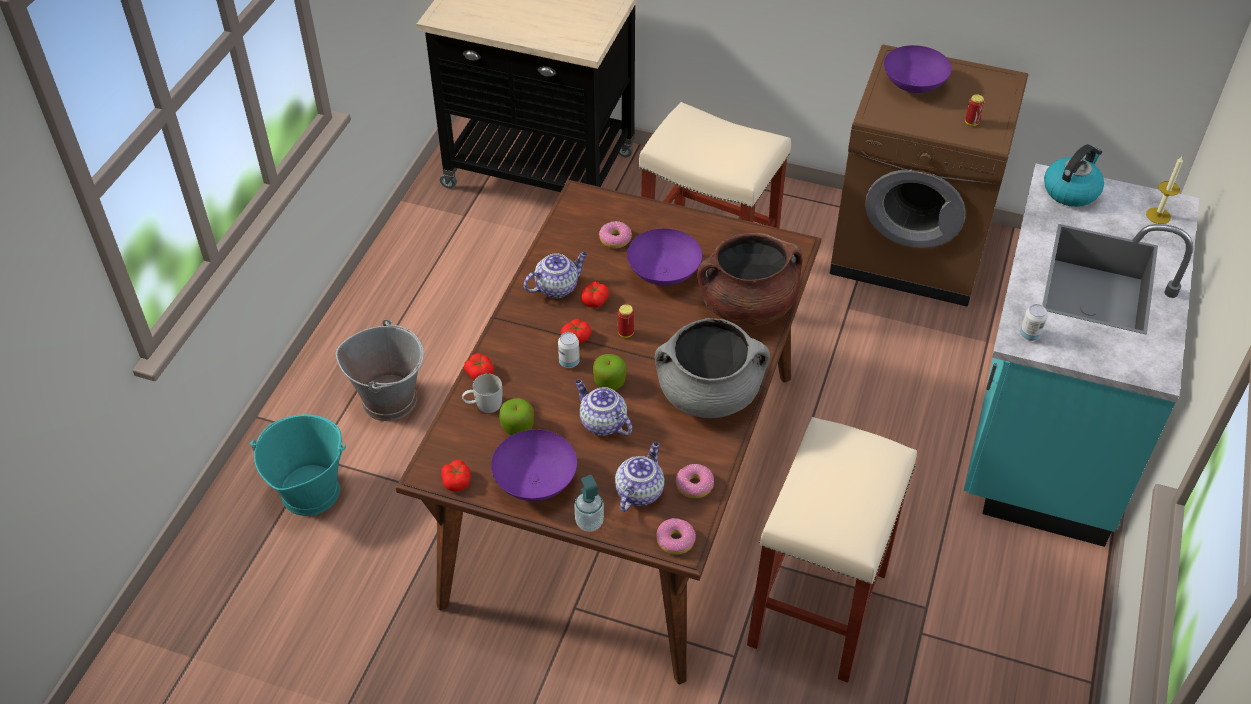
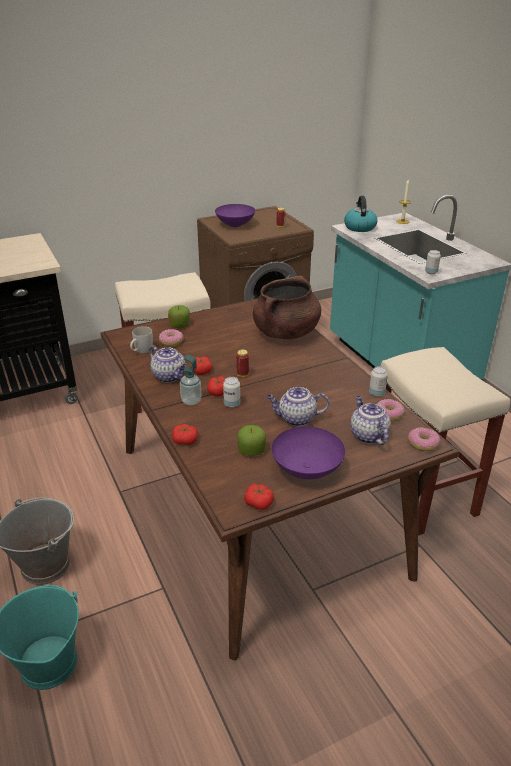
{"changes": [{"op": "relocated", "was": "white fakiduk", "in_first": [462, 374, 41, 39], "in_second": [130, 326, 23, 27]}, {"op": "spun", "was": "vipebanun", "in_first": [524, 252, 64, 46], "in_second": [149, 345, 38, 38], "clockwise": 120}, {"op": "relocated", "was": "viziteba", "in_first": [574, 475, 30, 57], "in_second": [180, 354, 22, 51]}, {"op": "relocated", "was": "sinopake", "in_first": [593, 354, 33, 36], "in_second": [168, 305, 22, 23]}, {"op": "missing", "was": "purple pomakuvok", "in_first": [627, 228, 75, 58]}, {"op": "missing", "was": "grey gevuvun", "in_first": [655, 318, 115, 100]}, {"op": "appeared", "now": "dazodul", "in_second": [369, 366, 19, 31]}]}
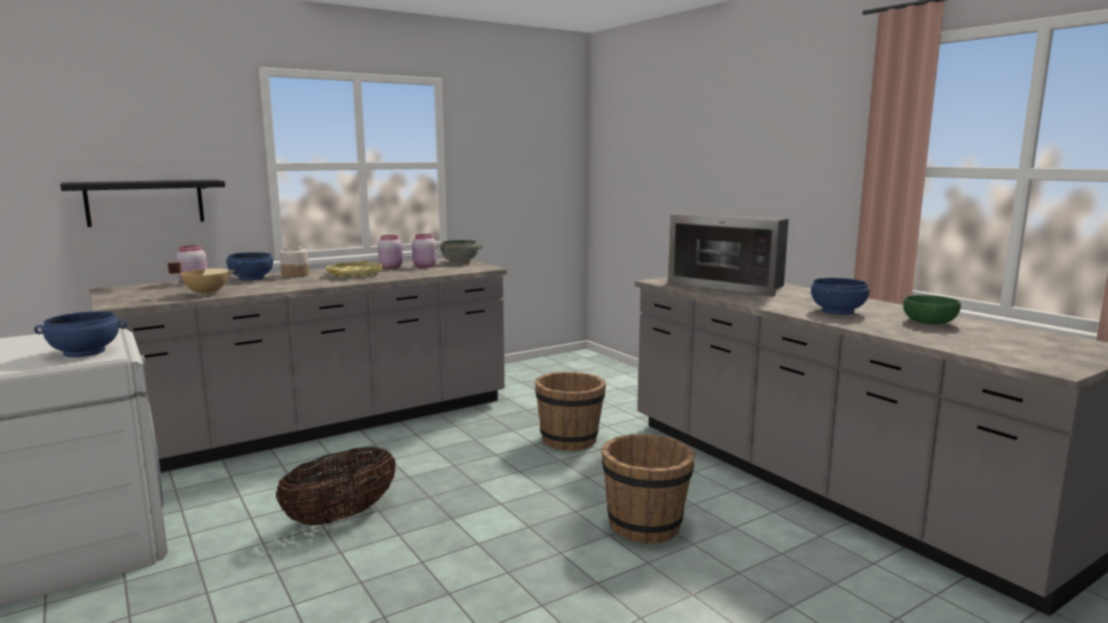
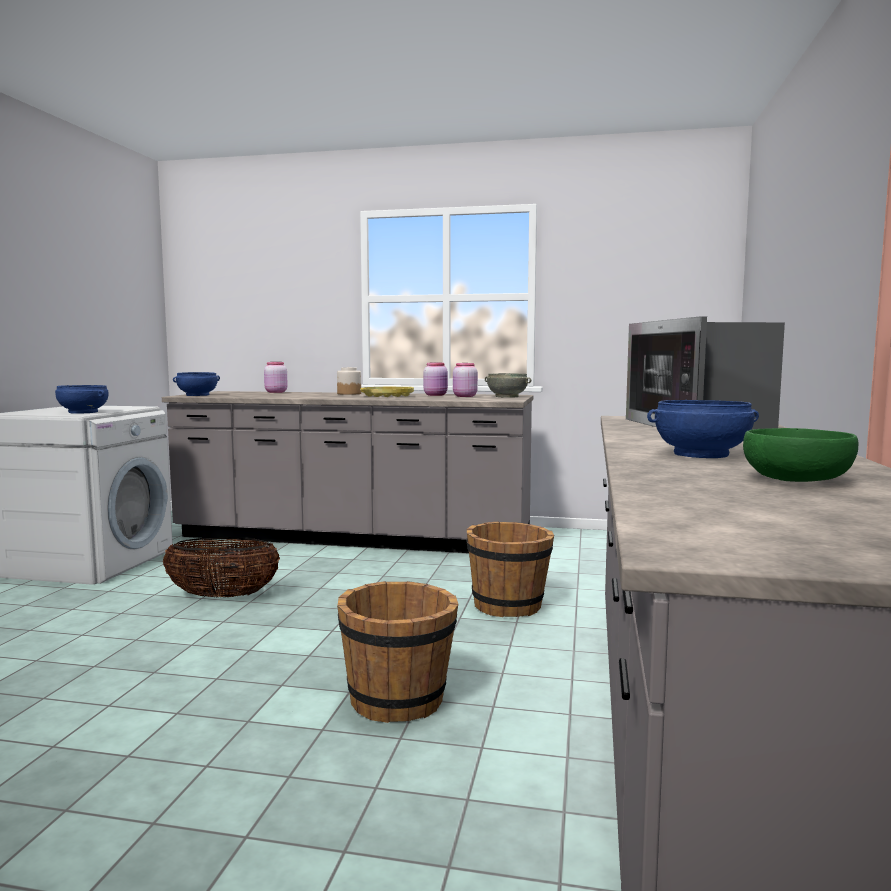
{"changes": [{"op": "missing", "was": "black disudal", "in_first": [60, 180, 165, 47]}, {"op": "missing", "was": "beige gevuvun", "in_first": [168, 262, 67, 34]}, {"op": "relocated", "was": "blue pomakuvok", "in_first": [226, 252, 47, 29], "in_second": [173, 372, 47, 24]}]}
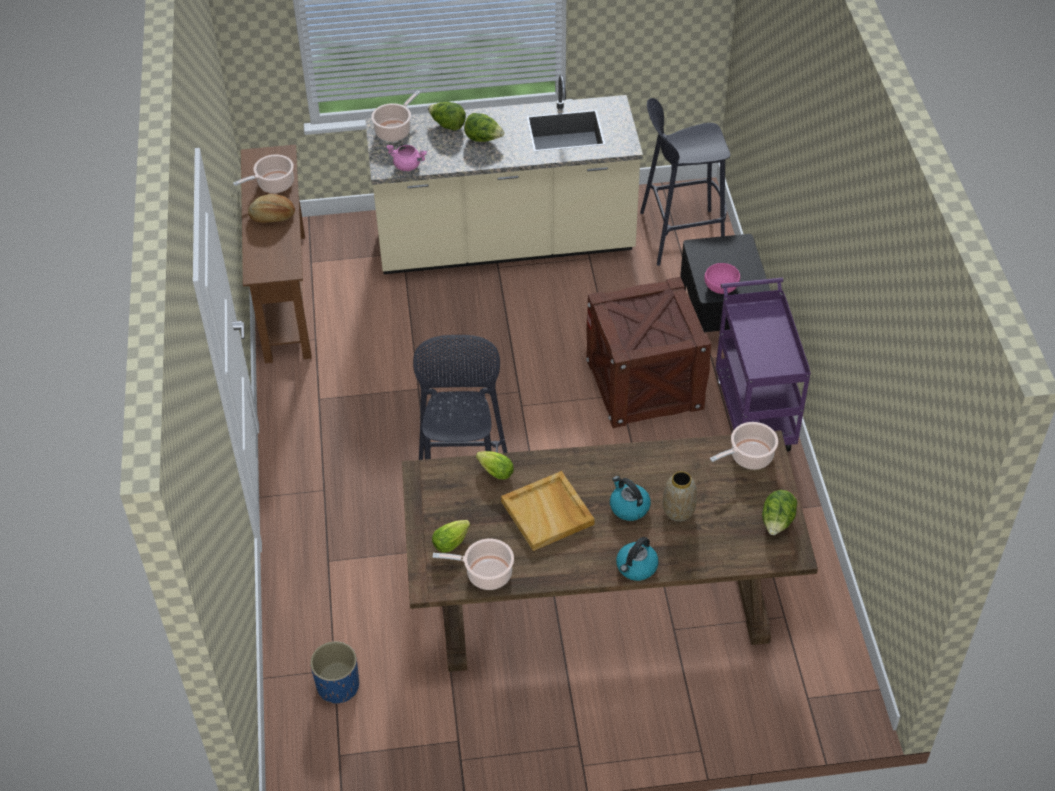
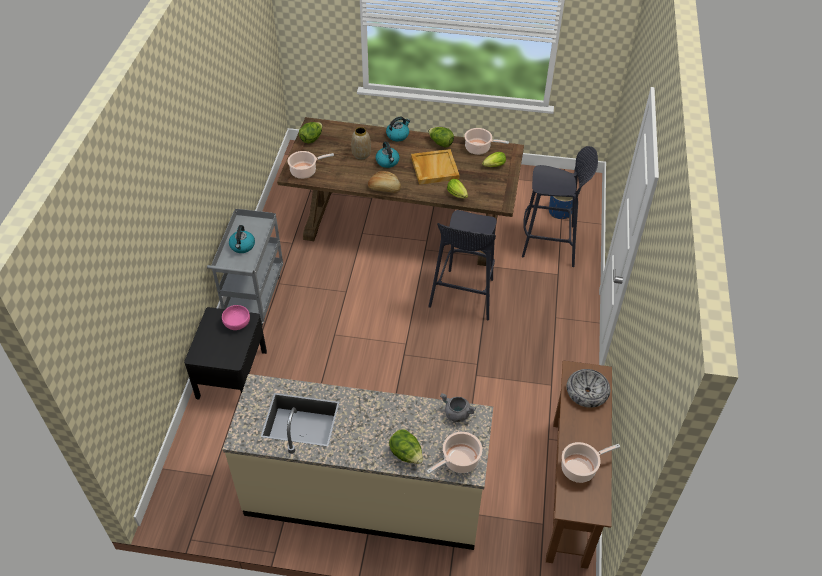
{"changes": [{"op": "relocated", "was": "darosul", "in_first": [248, 194, 47, 29], "in_second": [368, 171, 33, 22]}, {"op": "colour", "was": "pink gevuvun", "now": "grey gevuvun", "in_first": [386, 145, 41, 26], "in_second": [440, 393, 36, 29]}, {"op": "relocated", "was": "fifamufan", "in_first": [464, 113, 40, 29], "in_second": [428, 127, 26, 21]}, {"op": "missing", "was": "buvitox", "in_first": [586, 277, 125, 151]}, {"op": "relocated", "was": "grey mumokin", "in_first": [640, 98, 90, 168], "in_second": [522, 146, 76, 121]}, {"op": "colour", "was": "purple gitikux", "now": "grey gitikux", "in_first": [716, 277, 95, 175], "in_second": [207, 209, 76, 117]}, {"op": "appeared", "now": "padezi", "in_second": [229, 225, 26, 28]}, {"op": "appeared", "now": "pomakuvok", "in_second": [567, 369, 43, 39]}]}
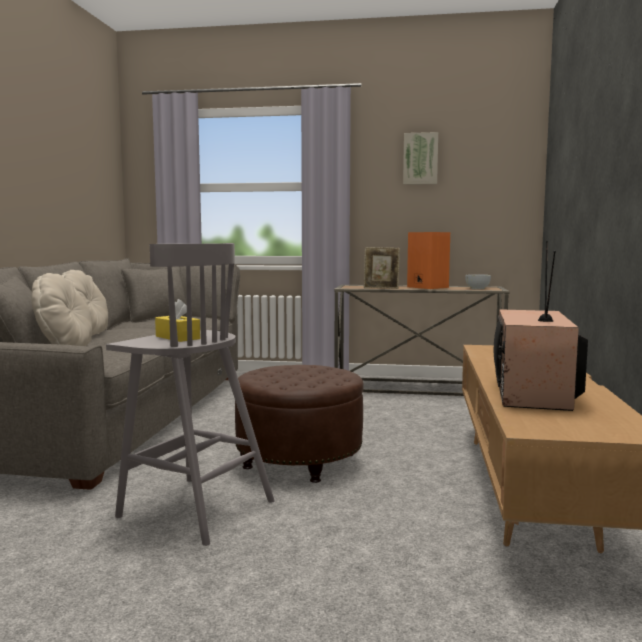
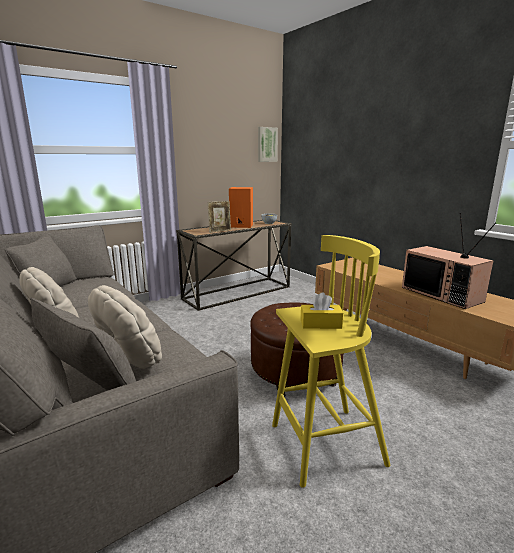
{"changes": [{"op": "colour", "was": "grey mumokin", "now": "yellow mumokin", "in_first": [106, 243, 169, 303], "in_second": [272, 235, 119, 253]}, {"op": "relocated", "was": "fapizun", "in_first": [403, 132, 35, 53], "in_second": [258, 127, 20, 35]}]}
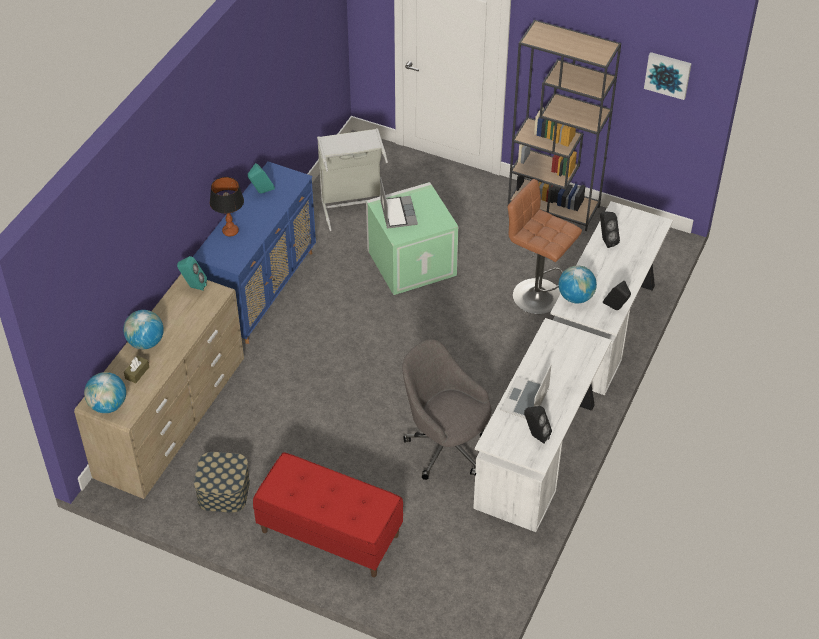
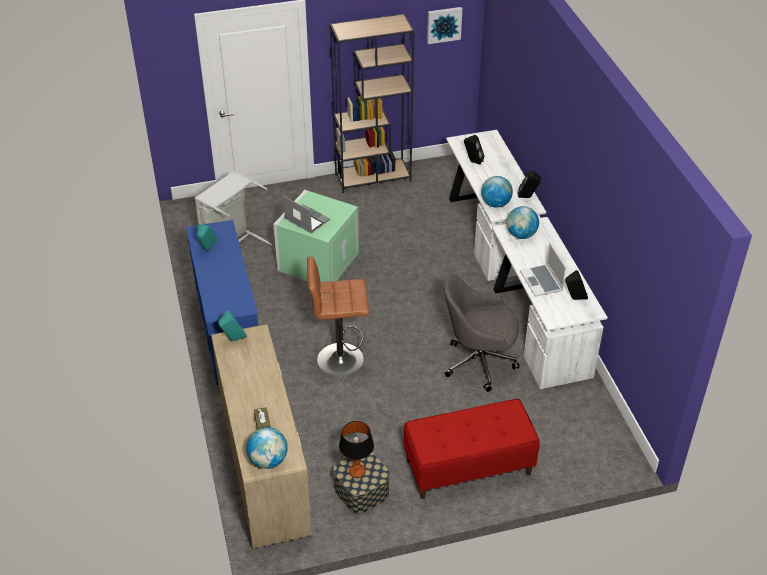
{"changes": [{"op": "relocated", "was": "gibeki", "in_first": [123, 310, 41, 39], "in_second": [506, 206, 33, 33]}, {"op": "relocated", "was": "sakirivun", "in_first": [210, 177, 34, 60], "in_second": [339, 421, 35, 57]}, {"op": "relocated", "was": "brown mumokin", "in_first": [508, 179, 74, 135], "in_second": [307, 256, 62, 121]}]}
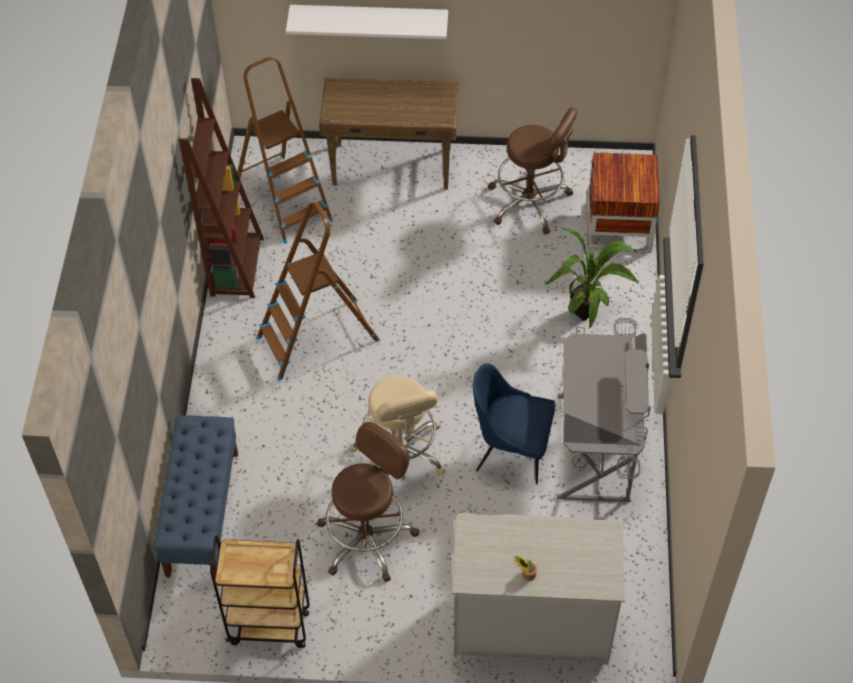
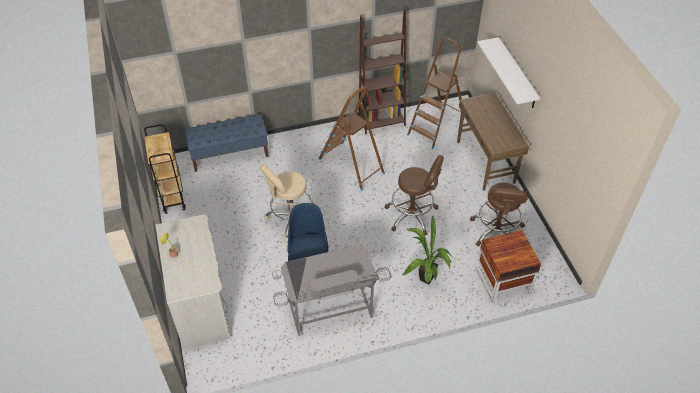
{"changes": [{"op": "relocated", "was": "brown mumokin", "in_first": [317, 422, 102, 160], "in_second": [384, 155, 60, 80]}]}
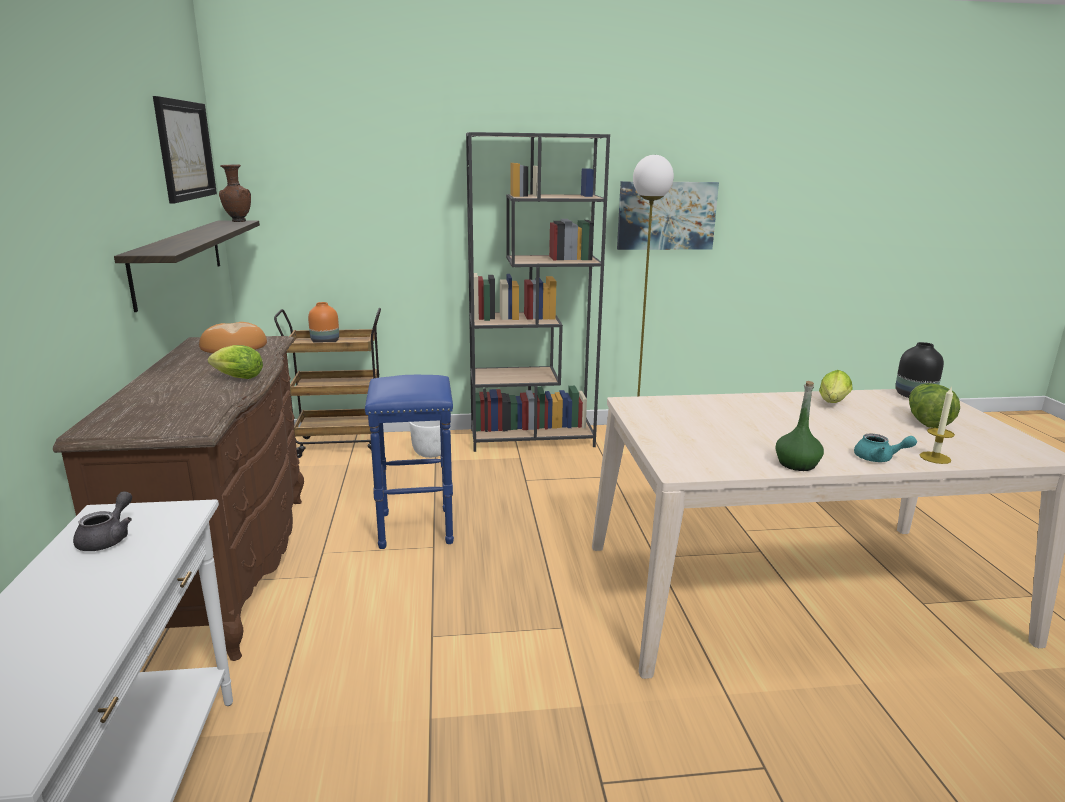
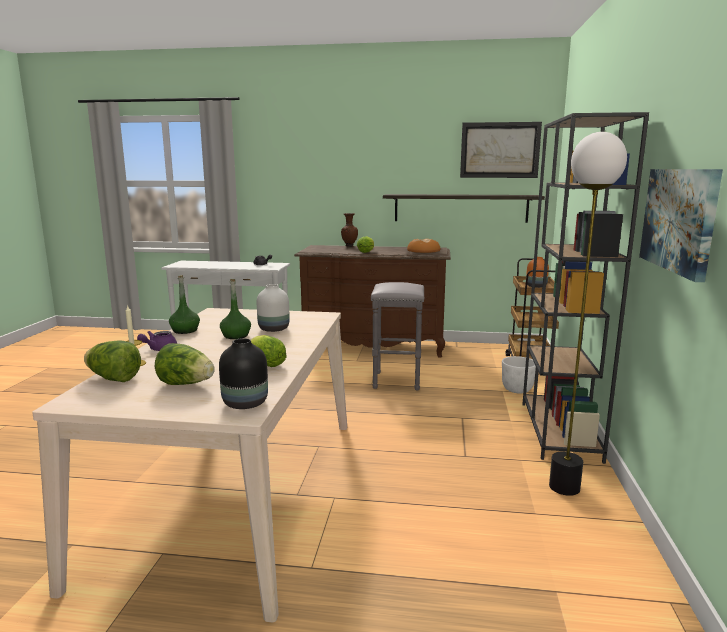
{"changes": [{"op": "relocated", "was": "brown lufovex", "in_first": [219, 164, 32, 58], "in_second": [341, 213, 17, 34]}, {"op": "colour", "was": "blue mumokin", "now": "grey mumokin", "in_first": [365, 375, 89, 174], "in_second": [371, 282, 53, 108]}, {"op": "colour", "was": "turquoise vipebanun", "now": "purple vipebanun", "in_first": [854, 434, 63, 28], "in_second": [137, 331, 40, 20]}, {"op": "appeared", "now": "fifamufan", "in_second": [84, 340, 57, 42]}, {"op": "appeared", "now": "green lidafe", "in_second": [220, 279, 31, 60]}, {"op": "appeared", "now": "white lufovex", "in_second": [257, 284, 33, 48]}]}
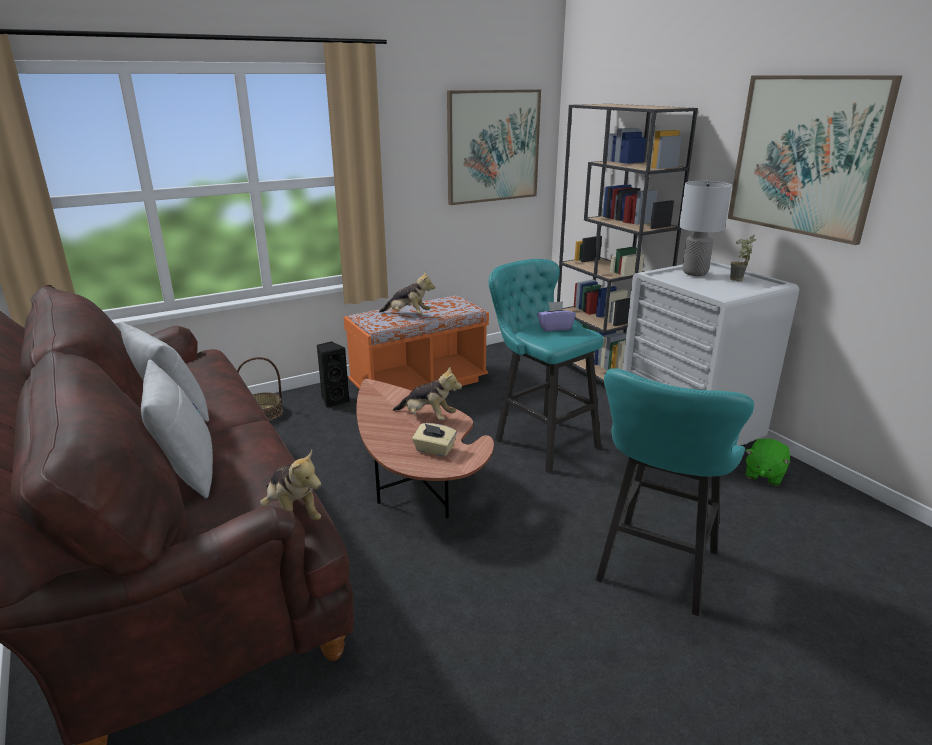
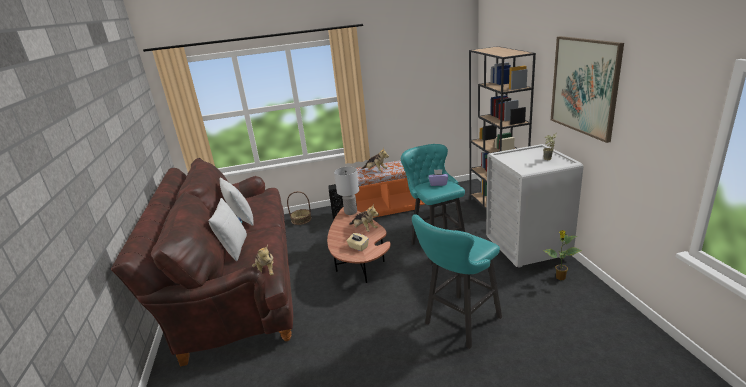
{"changes": [{"op": "missing", "was": "fapizun", "in_first": [447, 89, 94, 116]}, {"op": "relocated", "was": "grey sakirivun", "in_first": [679, 181, 53, 95], "in_second": [334, 167, 25, 48]}, {"op": "exchanged", "was": "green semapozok", "now": "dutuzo", "in_first": [745, 438, 46, 48], "in_second": [543, 230, 39, 50]}]}
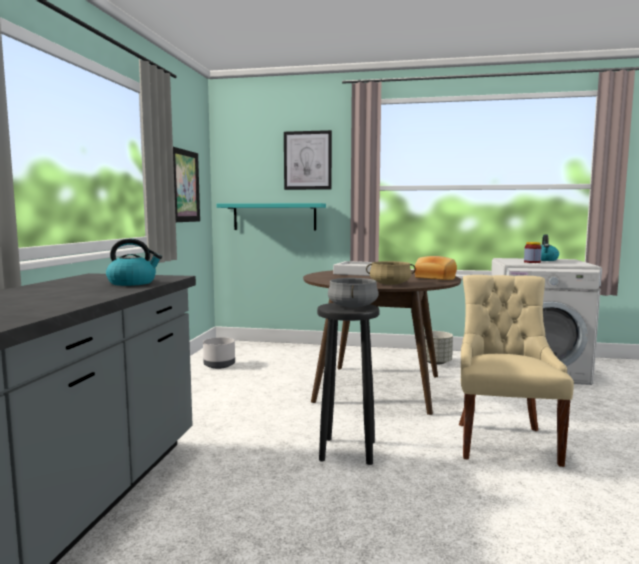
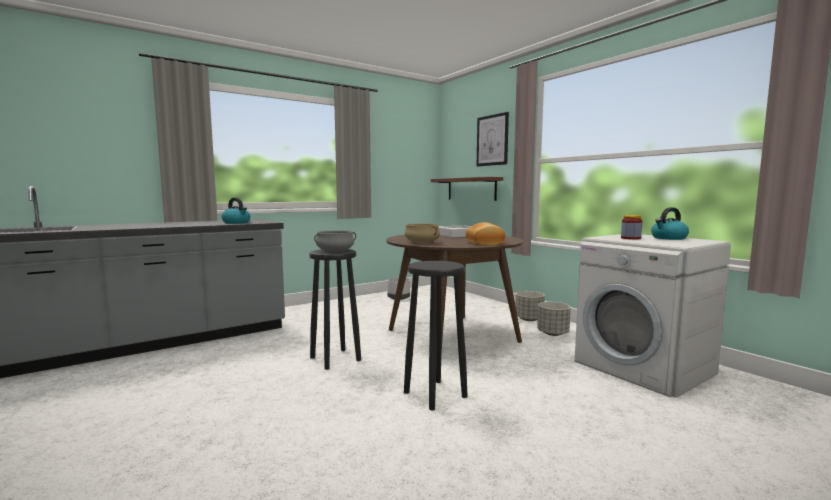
{"changes": [{"op": "missing", "was": "fapizun", "in_first": [173, 147, 27, 75]}, {"op": "colour", "was": "turquoise disudal", "now": "brown disudal", "in_first": [216, 203, 110, 27], "in_second": [431, 177, 72, 24]}, {"op": "exchanged", "was": "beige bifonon", "now": "black mumokin", "in_first": [459, 275, 115, 192], "in_second": [404, 261, 64, 150]}, {"op": "appeared", "now": "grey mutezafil", "in_second": [516, 291, 29, 30]}]}
